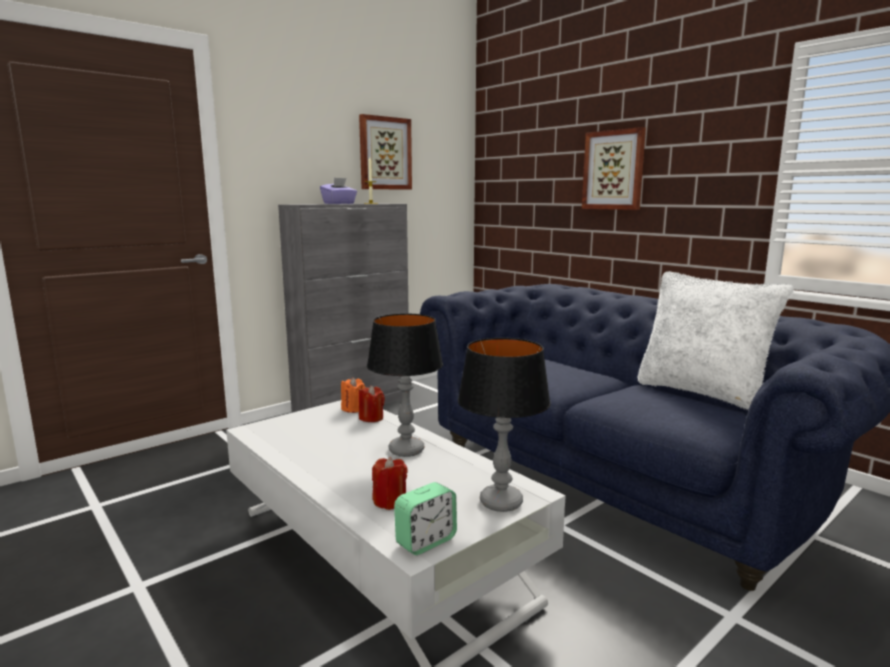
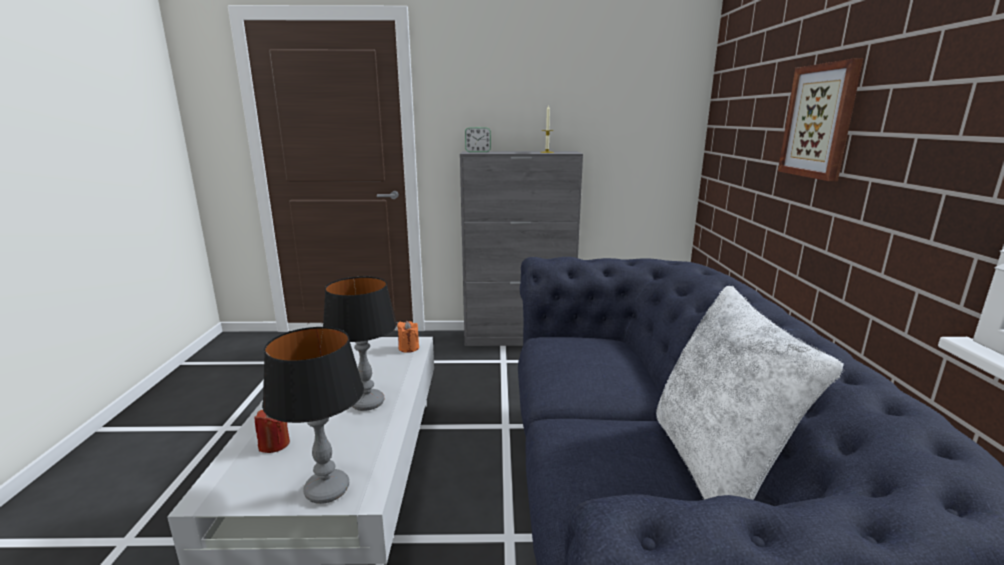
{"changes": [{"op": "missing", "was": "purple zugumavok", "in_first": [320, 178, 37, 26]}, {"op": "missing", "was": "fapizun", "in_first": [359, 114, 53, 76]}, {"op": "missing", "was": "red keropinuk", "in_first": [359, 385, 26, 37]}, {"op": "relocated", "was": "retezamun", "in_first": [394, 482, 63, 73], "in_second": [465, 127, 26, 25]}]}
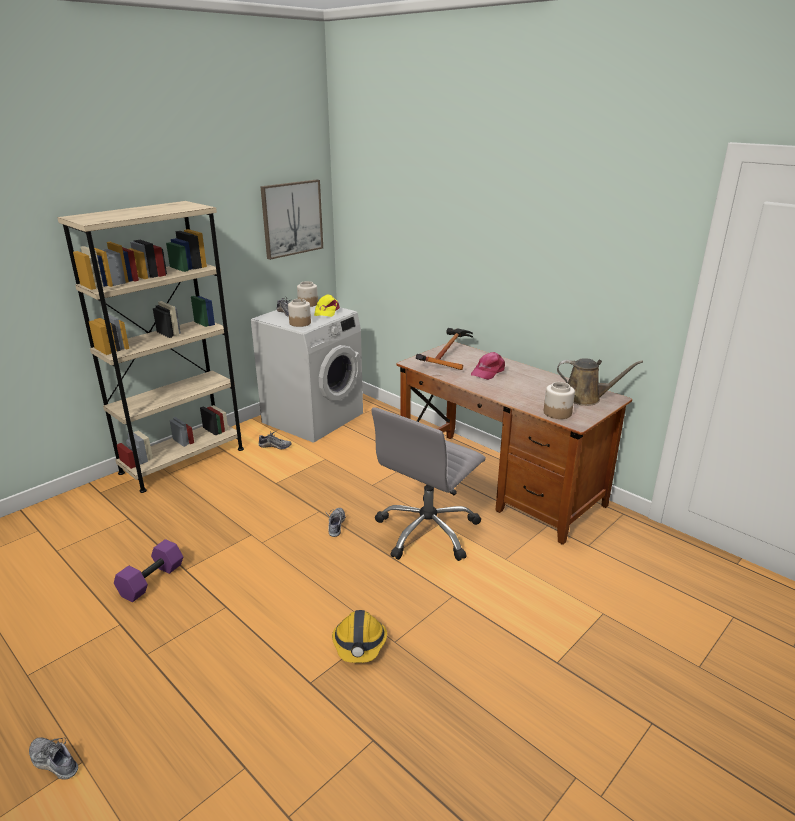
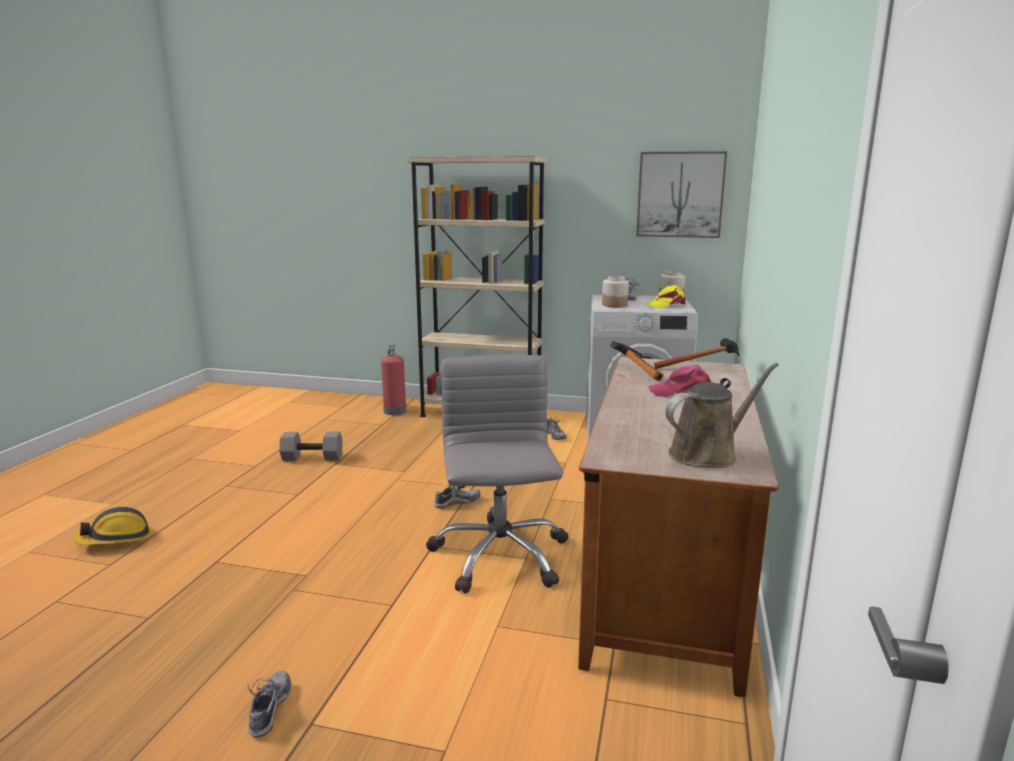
{"changes": [{"op": "relocated", "was": "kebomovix", "in_first": [29, 737, 49, 43], "in_second": [247, 671, 44, 67]}, {"op": "colour", "was": "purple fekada", "now": "grey fekada", "in_first": [114, 539, 69, 63], "in_second": [279, 432, 64, 29]}, {"op": "relocated", "was": "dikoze", "in_first": [332, 610, 55, 53], "in_second": [74, 507, 78, 38]}, {"op": "spun", "was": "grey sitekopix", "in_first": [371, 407, 115, 154], "in_second": [426, 354, 143, 239], "clockwise": 75}, {"op": "missing", "was": "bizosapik", "in_first": [544, 382, 31, 37]}, {"op": "spun", "was": "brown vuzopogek", "in_first": [557, 359, 86, 47], "in_second": [665, 363, 114, 105], "clockwise": -105}, {"op": "appeared", "now": "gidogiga", "in_second": [381, 345, 25, 70]}]}
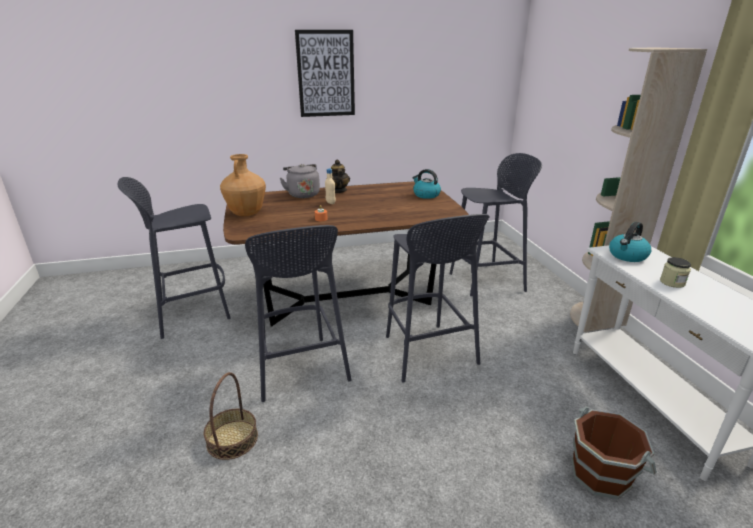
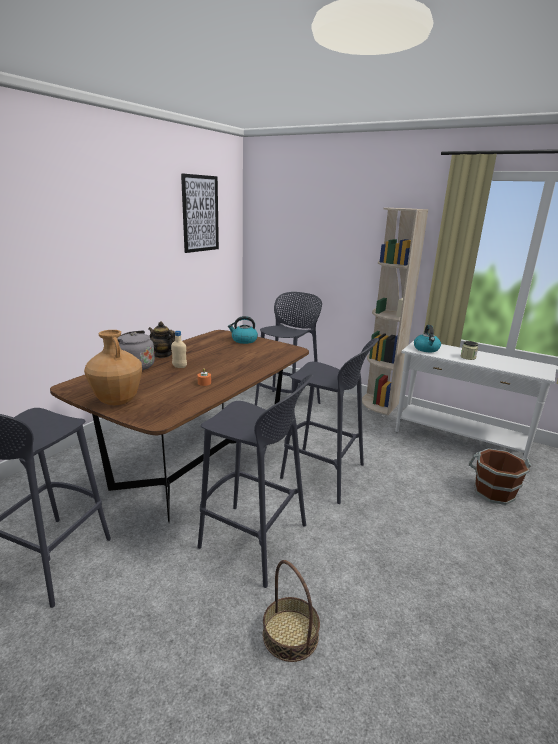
{"changes": [{"op": "relocated", "was": "fapizun", "in_first": [295, 30, 60, 87], "in_second": [181, 173, 38, 80]}]}
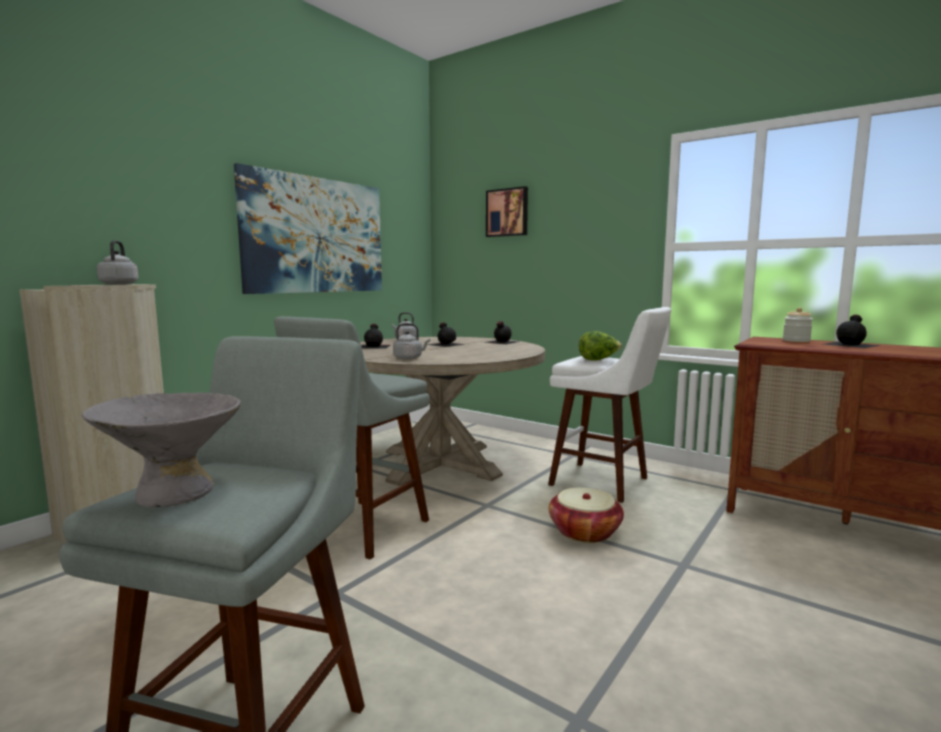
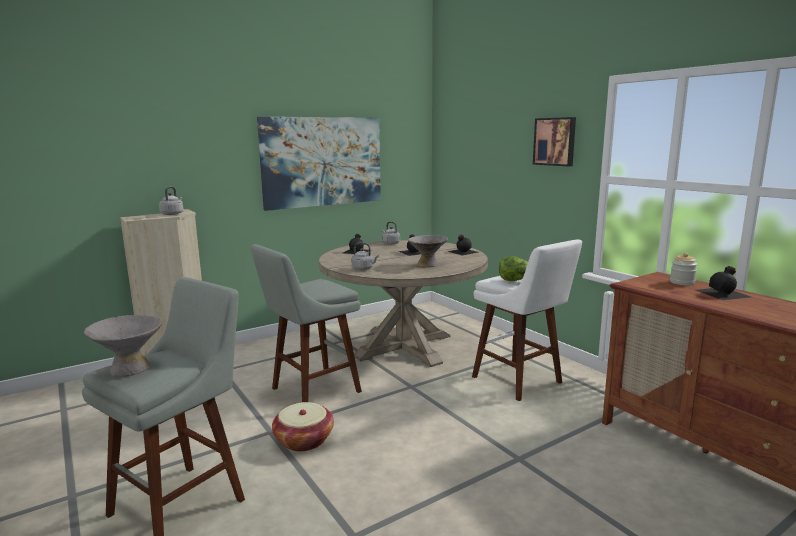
{"changes": [{"op": "relocated", "was": "fapizun", "in_first": [486, 186, 42, 51], "in_second": [533, 117, 43, 49]}, {"op": "relocated", "was": "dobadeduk", "in_first": [549, 488, 75, 55], "in_second": [272, 402, 62, 49]}, {"op": "appeared", "now": "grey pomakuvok", "in_second": [408, 235, 40, 33]}]}
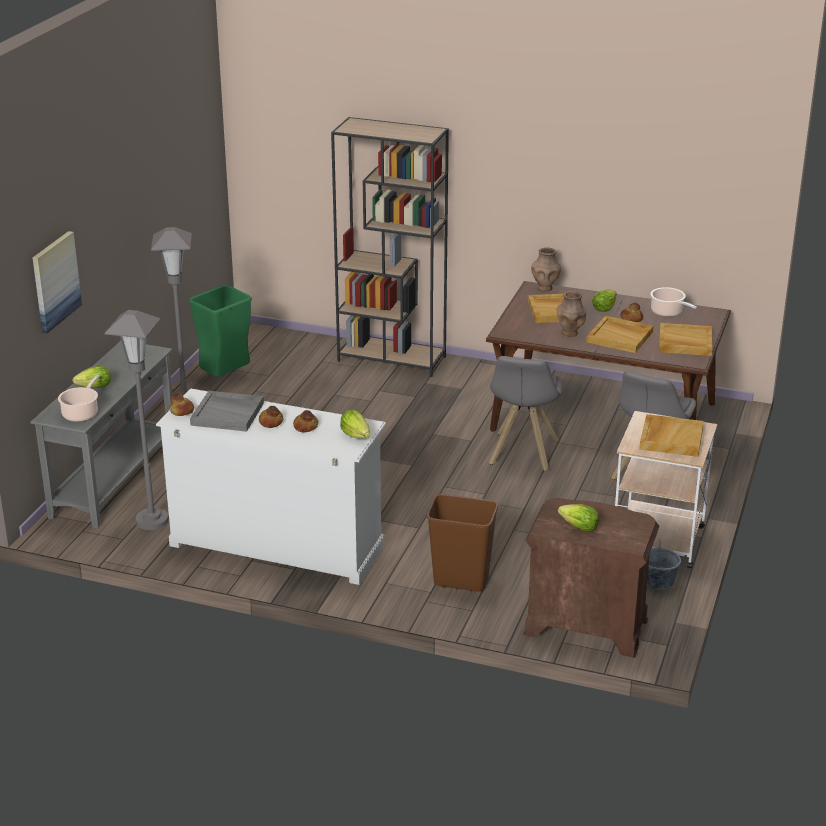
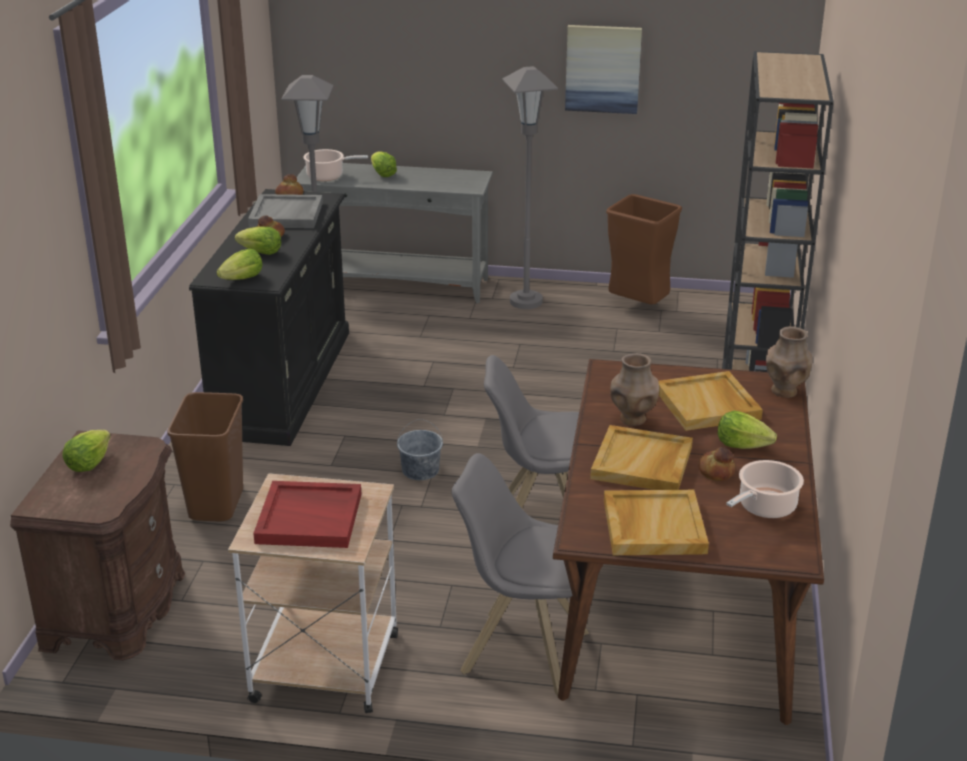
{"changes": [{"op": "relocated", "was": "fapizun", "in_first": [32, 231, 50, 102], "in_second": [565, 25, 77, 89]}, {"op": "colour", "was": "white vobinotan", "now": "black vobinotan", "in_first": [156, 389, 230, 196], "in_second": [189, 189, 160, 257]}, {"op": "colour", "was": "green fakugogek", "now": "brown fakugogek", "in_first": [189, 285, 63, 91], "in_second": [606, 194, 76, 110]}, {"op": "exchanged", "was": "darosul", "now": "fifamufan", "in_first": [293, 410, 25, 23], "in_second": [235, 226, 46, 29]}, {"op": "colour", "was": "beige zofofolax", "now": "red zofofolax", "in_first": [639, 414, 65, 43], "in_second": [253, 481, 109, 67]}, {"op": "relocated", "was": "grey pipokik", "in_first": [647, 538, 34, 52], "in_second": [397, 419, 46, 61]}]}
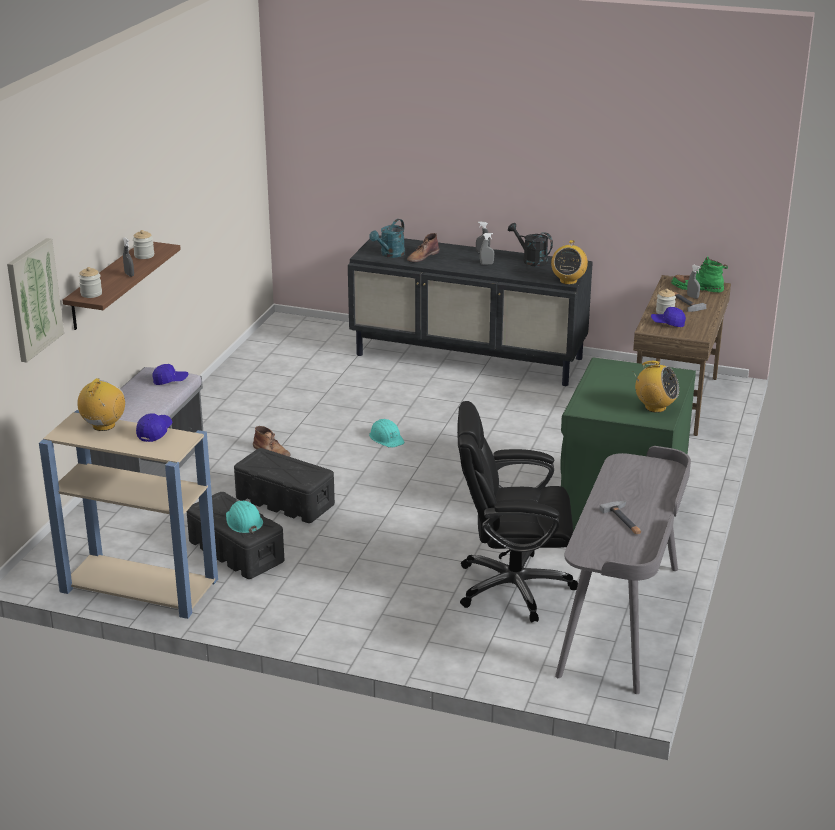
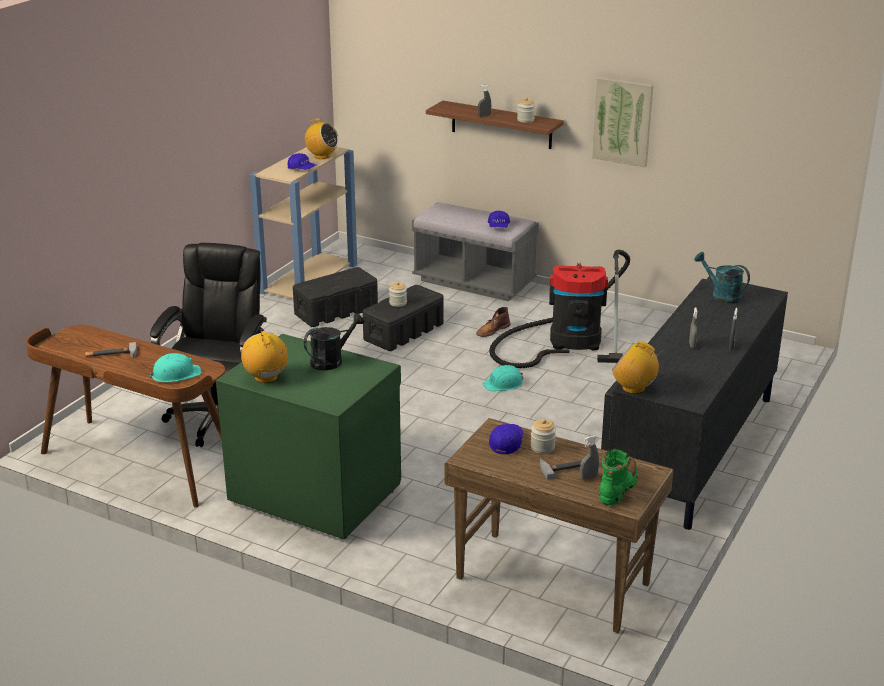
{"changes": [{"op": "relocated", "was": "fapizun", "in_first": [7, 238, 57, 125], "in_second": [592, 77, 61, 90]}, {"op": "relocated", "was": "bizosapik", "in_first": [79, 267, 23, 31], "in_second": [389, 281, 18, 26]}, {"op": "relocated", "was": "turquoise dikoze", "in_first": [226, 501, 37, 33], "in_second": [149, 353, 53, 30]}, {"op": "missing", "was": "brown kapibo", "in_first": [407, 233, 33, 30]}, {"op": "relocated", "was": "black vuzopogek", "in_first": [508, 223, 45, 44], "in_second": [304, 313, 61, 58]}, {"op": "colour", "was": "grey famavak", "now": "brown famavak", "in_first": [555, 446, 136, 248], "in_second": [26, 324, 199, 184]}, {"op": "spun", "was": "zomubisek", "in_first": [635, 361, 44, 52], "in_second": [241, 331, 47, 52], "clockwise": 120}, {"op": "appeared", "now": "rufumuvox", "in_second": [489, 250, 141, 118]}]}
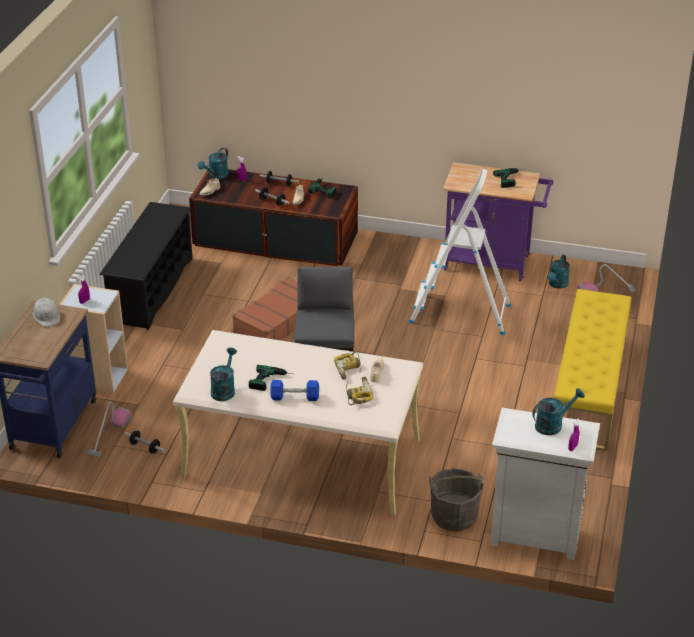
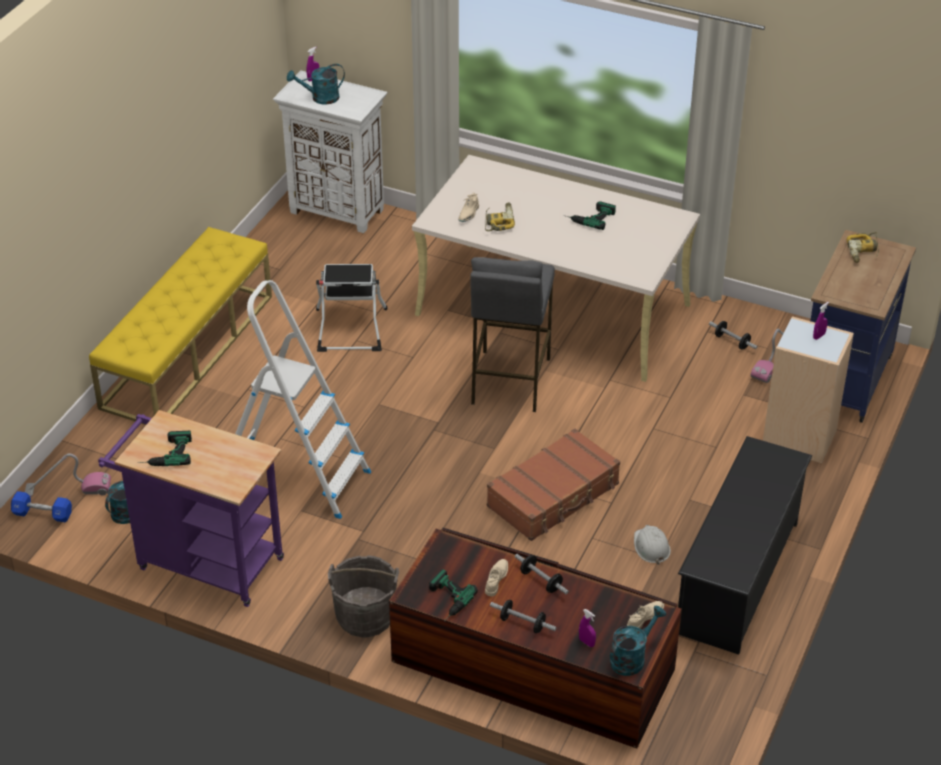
{"changes": [{"op": "relocated", "was": "white dikoze", "in_first": [33, 298, 27, 28], "in_second": [634, 525, 37, 40]}, {"op": "missing", "was": "turquoise vuzopogek", "in_first": [210, 348, 27, 53]}, {"op": "relocated", "was": "blue fekada", "in_first": [270, 380, 49, 21], "in_second": [11, 491, 61, 32]}, {"op": "relocated", "was": "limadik", "in_first": [346, 376, 28, 29], "in_second": [847, 232, 32, 31]}, {"op": "relocated", "was": "grey pipokik", "in_first": [429, 468, 54, 64], "in_second": [328, 555, 71, 83]}, {"op": "appeared", "now": "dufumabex", "in_second": [316, 264, 71, 88]}]}
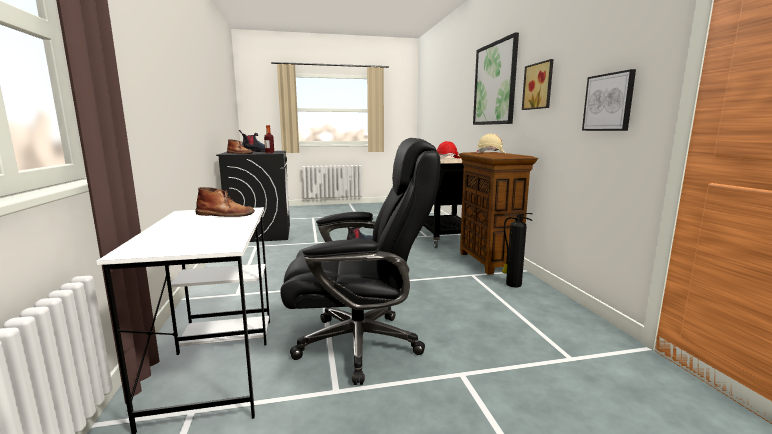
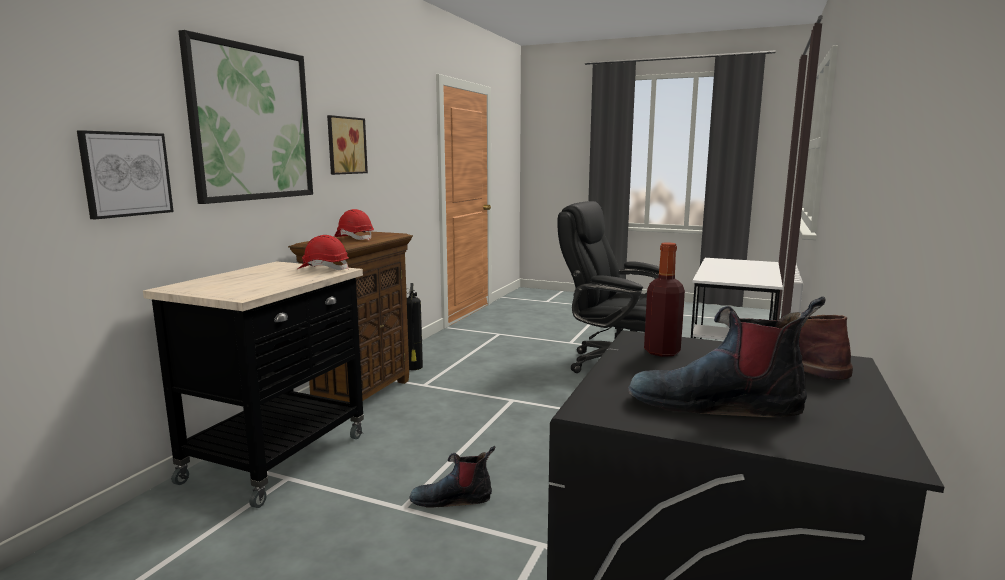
{"changes": [{"op": "missing", "was": "brown kapibo", "in_first": [196, 187, 59, 30]}, {"op": "colour", "was": "beige dikoze", "now": "red dikoze", "in_first": [476, 134, 29, 19], "in_second": [335, 209, 39, 32]}, {"op": "relocated", "was": "fapizun", "in_first": [582, 69, 54, 62], "in_second": [77, 130, 97, 89]}]}
